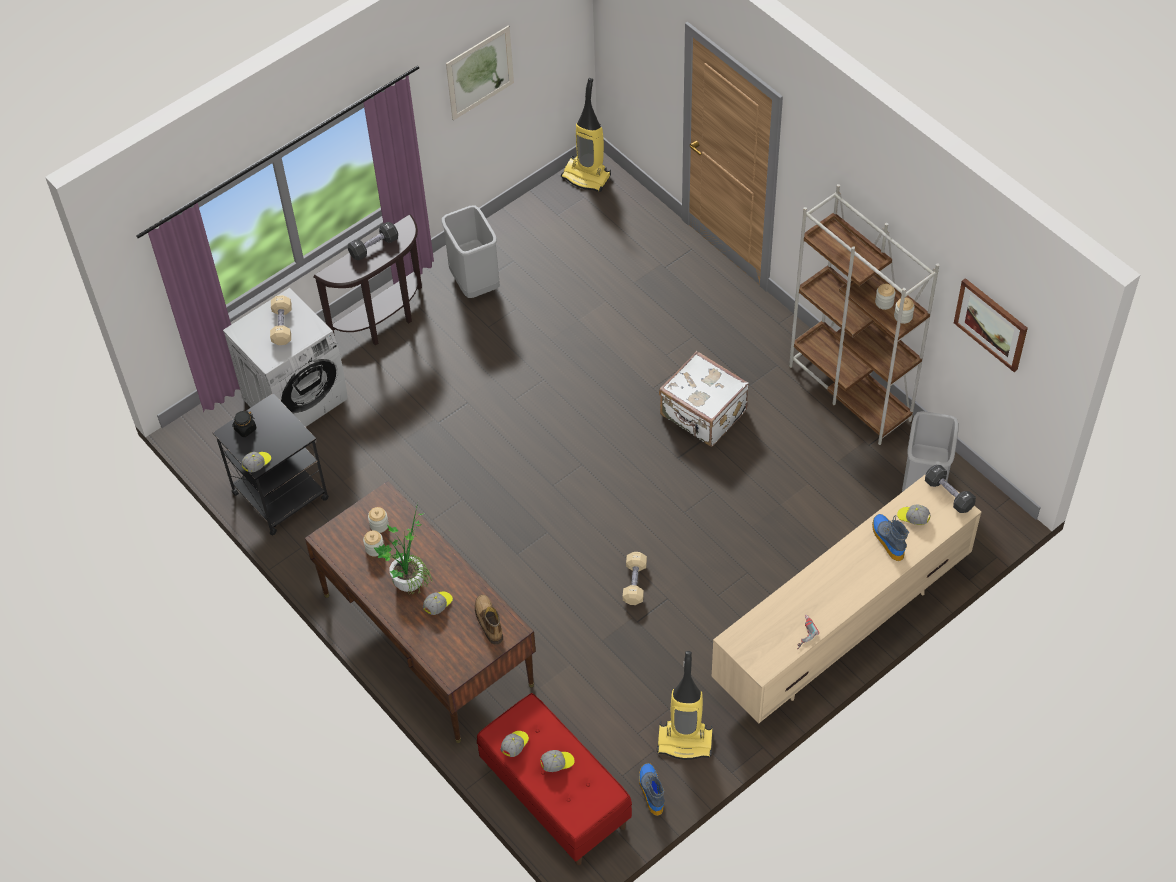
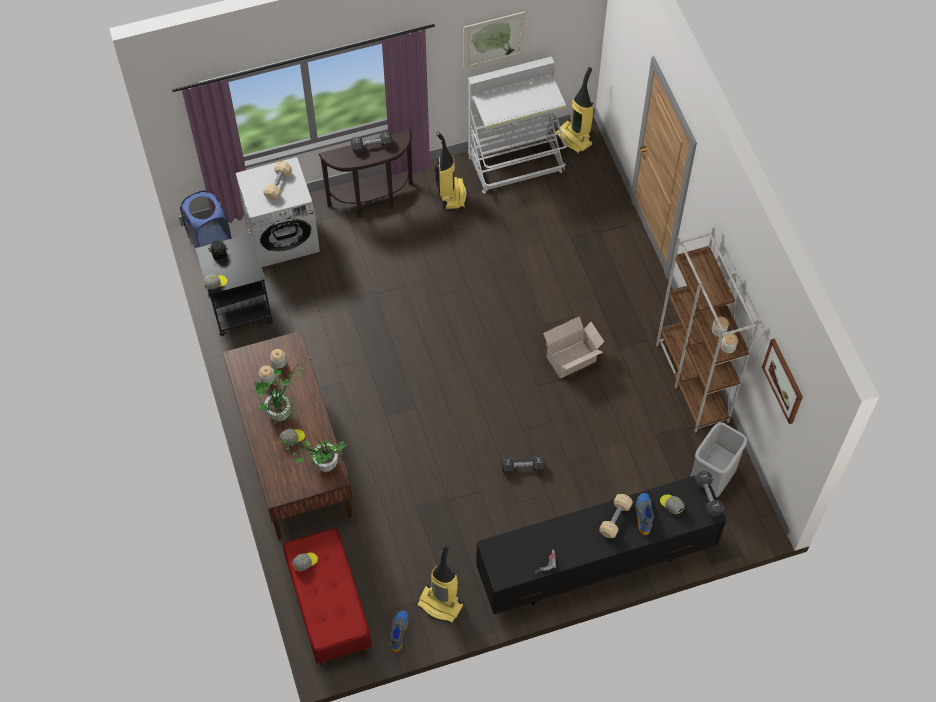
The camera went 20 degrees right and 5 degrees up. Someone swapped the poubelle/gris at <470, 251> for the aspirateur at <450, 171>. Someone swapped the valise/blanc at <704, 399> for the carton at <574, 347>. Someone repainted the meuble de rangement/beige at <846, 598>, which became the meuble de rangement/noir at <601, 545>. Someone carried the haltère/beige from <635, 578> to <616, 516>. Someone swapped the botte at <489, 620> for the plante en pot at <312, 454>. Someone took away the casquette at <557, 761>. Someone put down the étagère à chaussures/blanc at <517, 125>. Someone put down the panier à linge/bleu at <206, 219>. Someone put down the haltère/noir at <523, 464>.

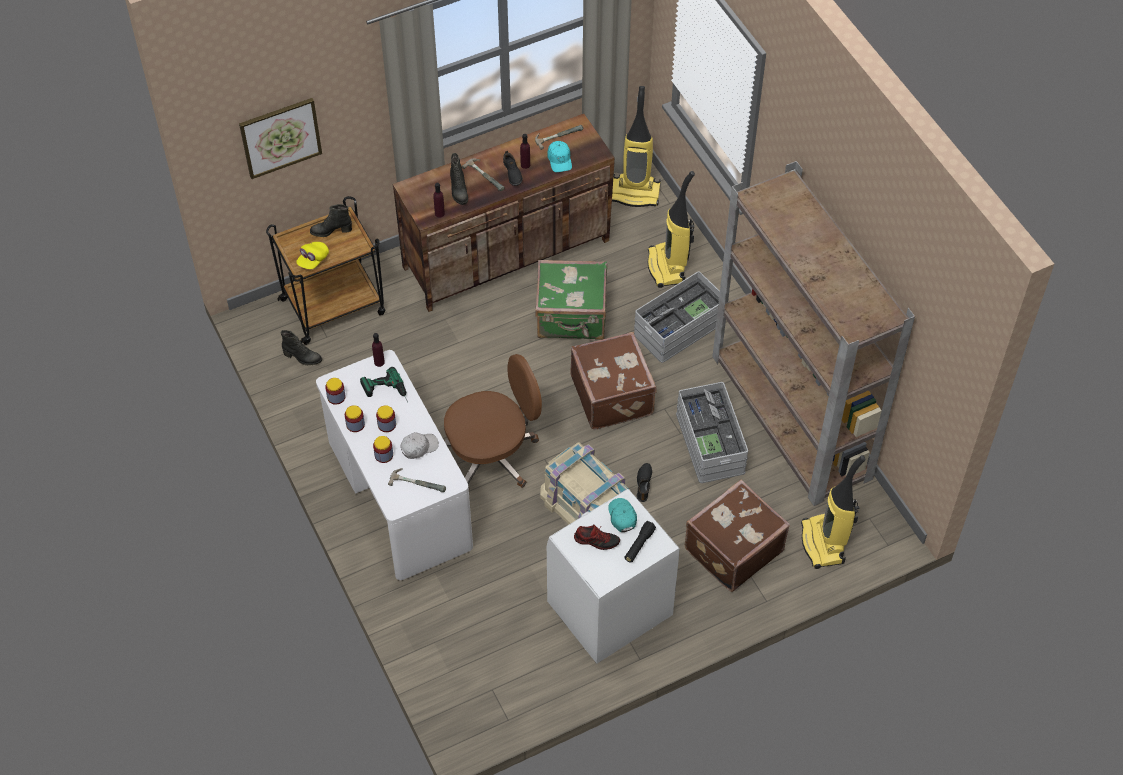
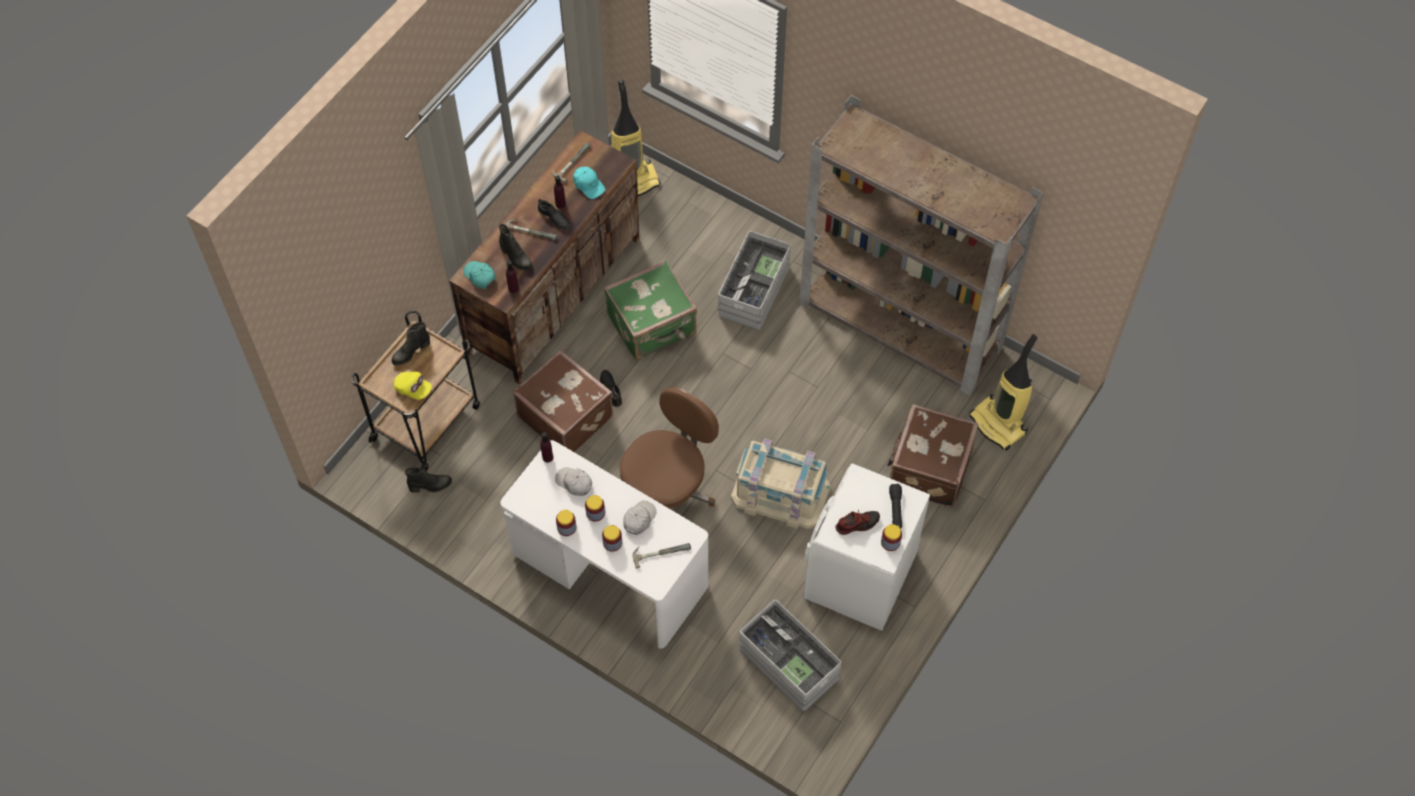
The camera went 30 degrees left and 5 degrees up. Someone took away the tableau at <280, 138>. Someone took away the aspirateur at <671, 229>. Someone rotated the casquette/jaune at <312, 255> by 60 degrees counterclockwise. Someone carried the valise/marron from <613, 381> to <563, 401>. Someone swapped the perceuse at <384, 384> for the casquette/blanc at <573, 481>. Someone carried the bocal from <335, 391> to <891, 537>. Someone carried the boîte de rangement/gris from <712, 432> to <790, 655>. Someone carried the chaussure/noir from <644, 482> to <611, 388>. Someone carried the casquette/turquoise from <622, 515> to <479, 275>.

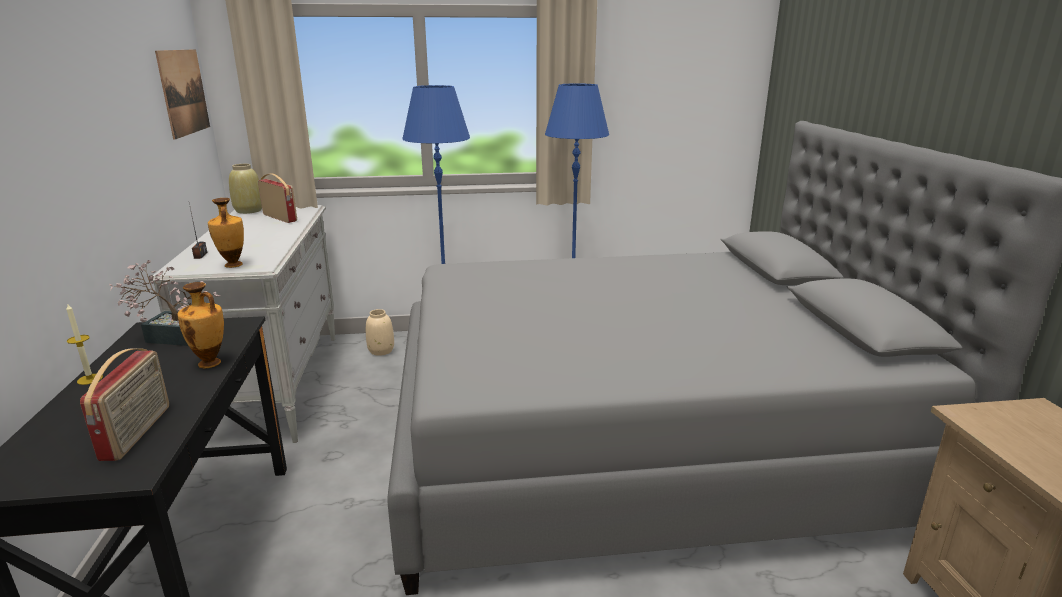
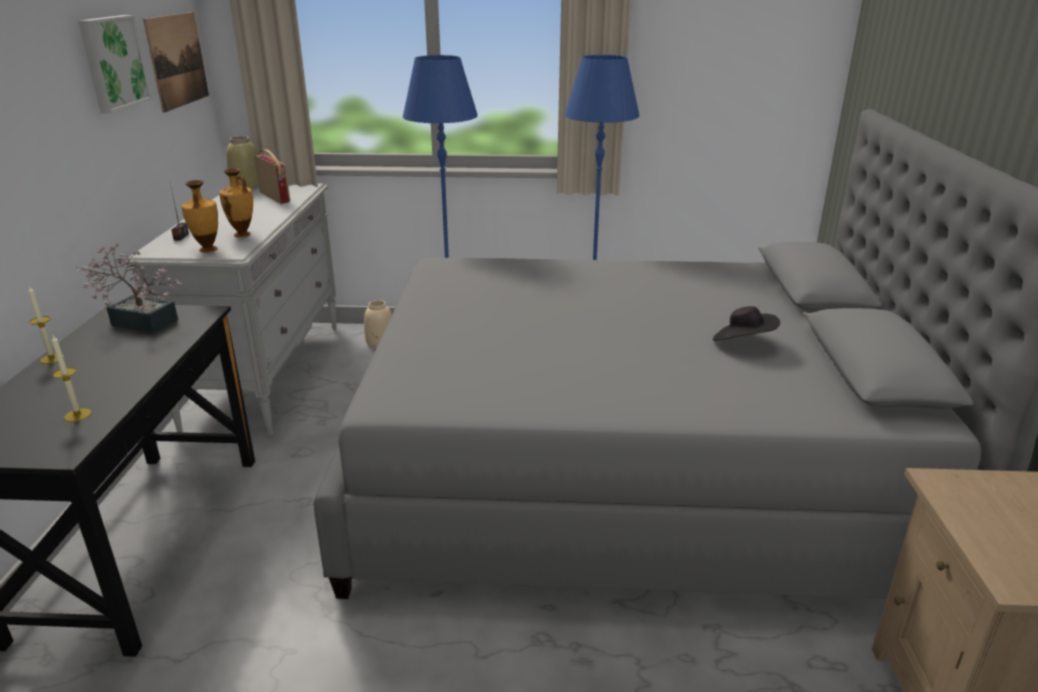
The camera went 10 degrees right and 5 degrees up. Someone carried the vase from <200, 325> to <236, 203>. Someone swapped the radio at <124, 404> for the bougie at <71, 378>. Someone put up the tableau at <115, 64>. Someone put down the chapeau/noir at <746, 323>.

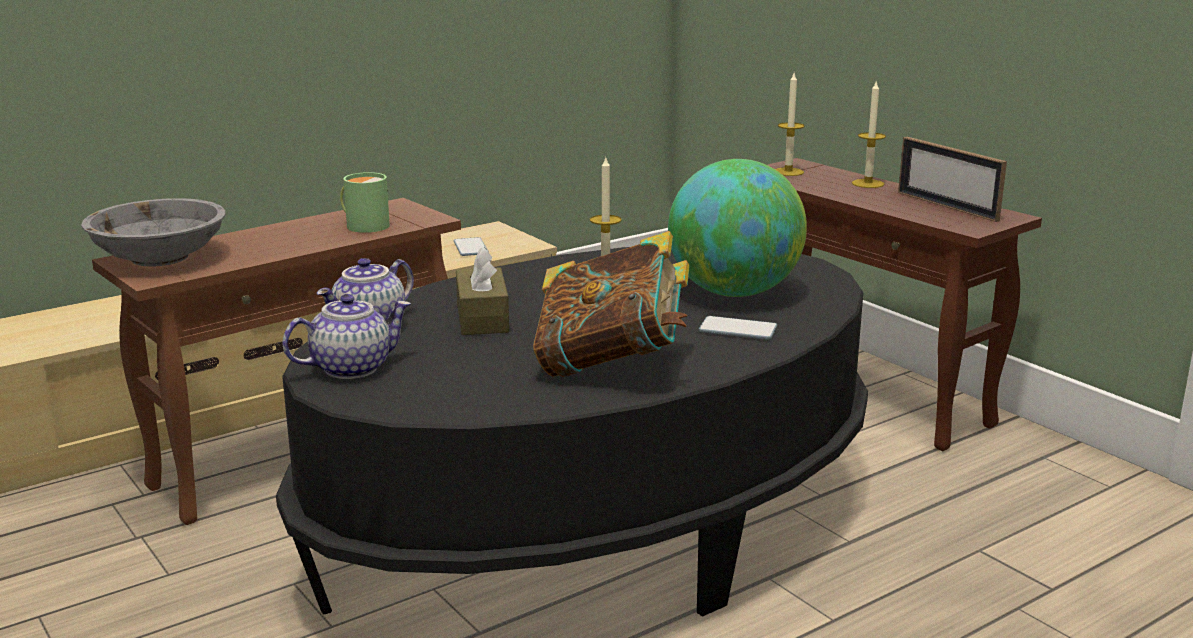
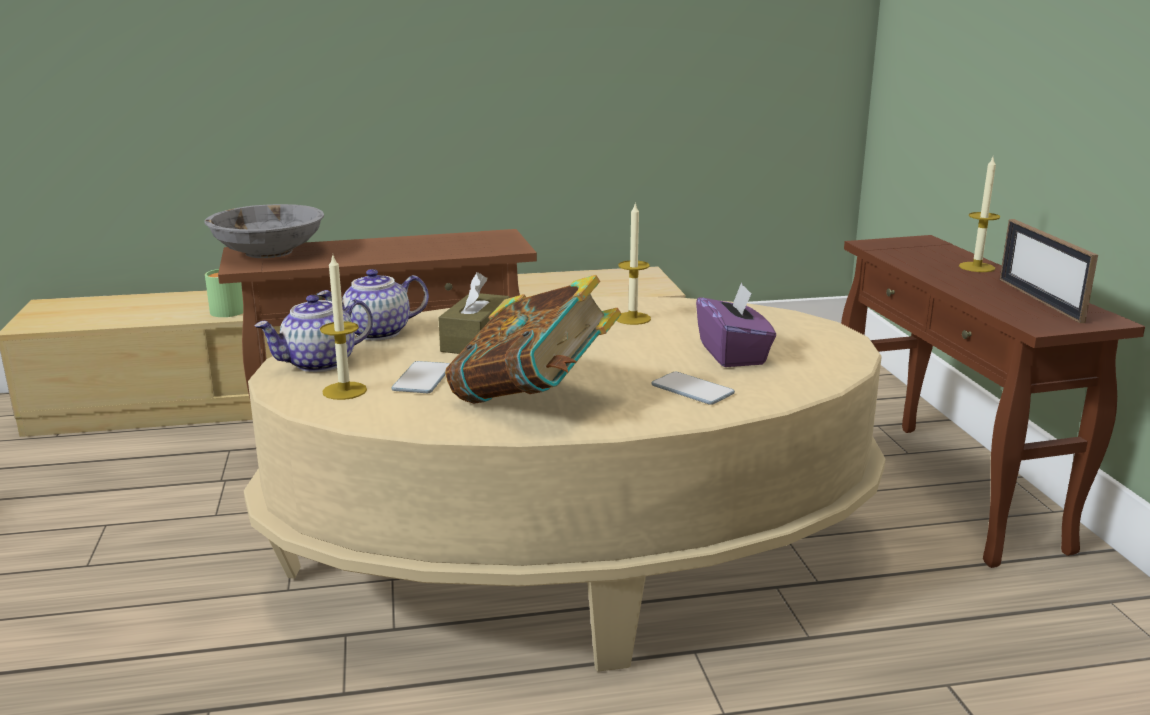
The camera went 25 degrees right and 0 degrees up. Someone carried the bougie from <790, 124> to <343, 328>. Someone swapped the globe at <737, 228> for the boîte à mouchoirs/violet at <736, 324>. Someone carried the mug/vert from <365, 202> to <224, 293>. Someone carried the téléphone from <471, 246> to <420, 377>. Someone repainted the table basse/noir at <572, 432>, which became the table basse/beige at <564, 484>. Someone rotated the théière at <346, 336> by 150 degrees clockwise.

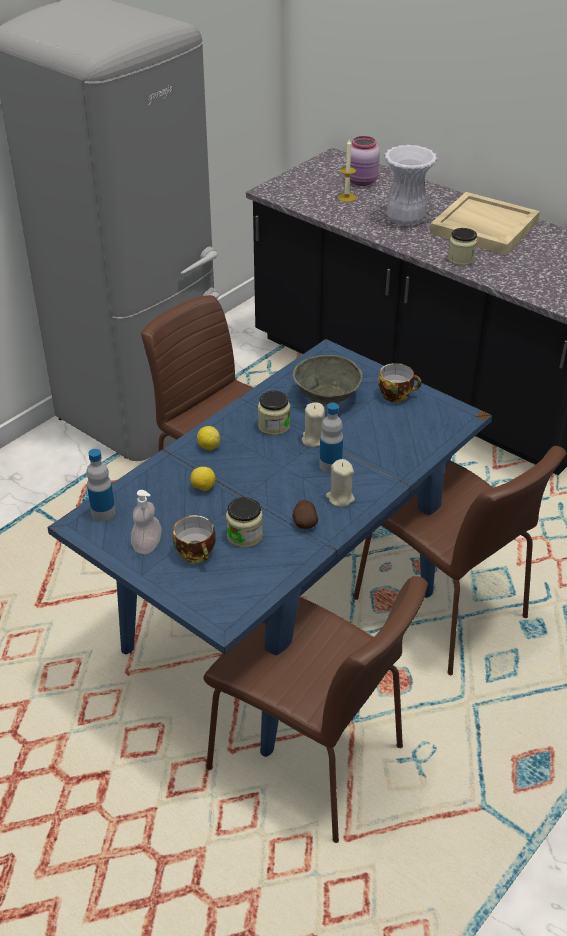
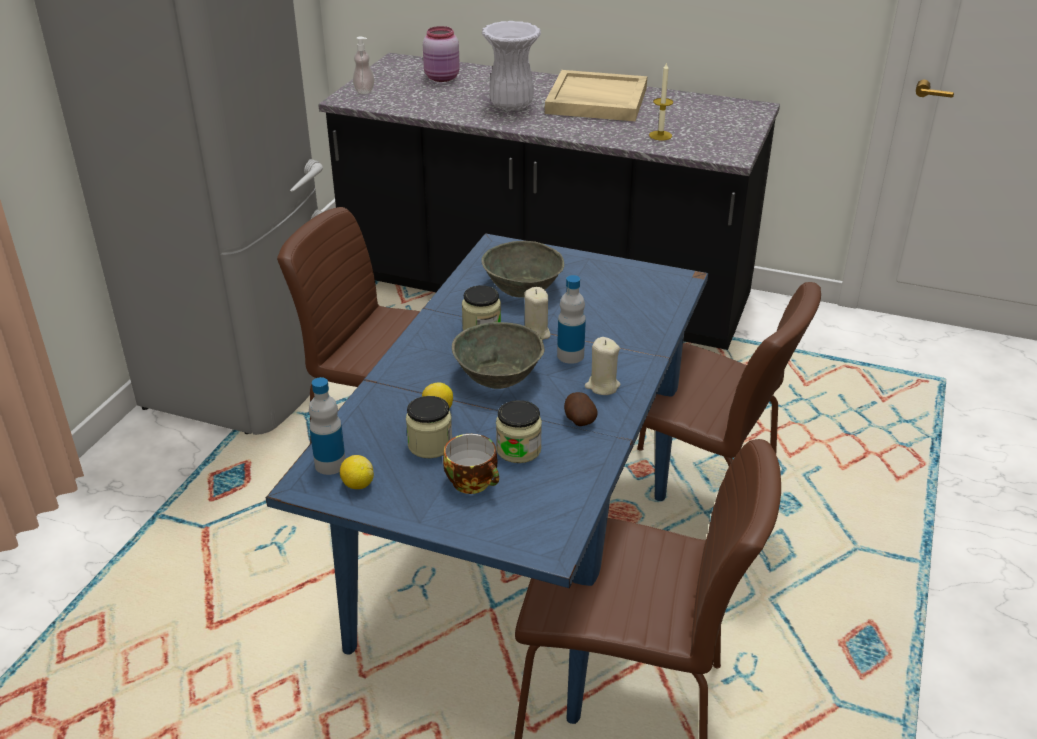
The camera went 20 degrees left and 5 degrees down. Someone carried the bougie from <347, 170> to <661, 101>. Someone carried the bocal from <462, 247> to <429, 427>. Someone took away the tasse at <400, 383>. Someone carried the citron from <208, 438> to <357, 472>. Someone carried the distributeur de savon from <146, 522> to <363, 65>. Someone put down the bol/gris at <498, 355>.

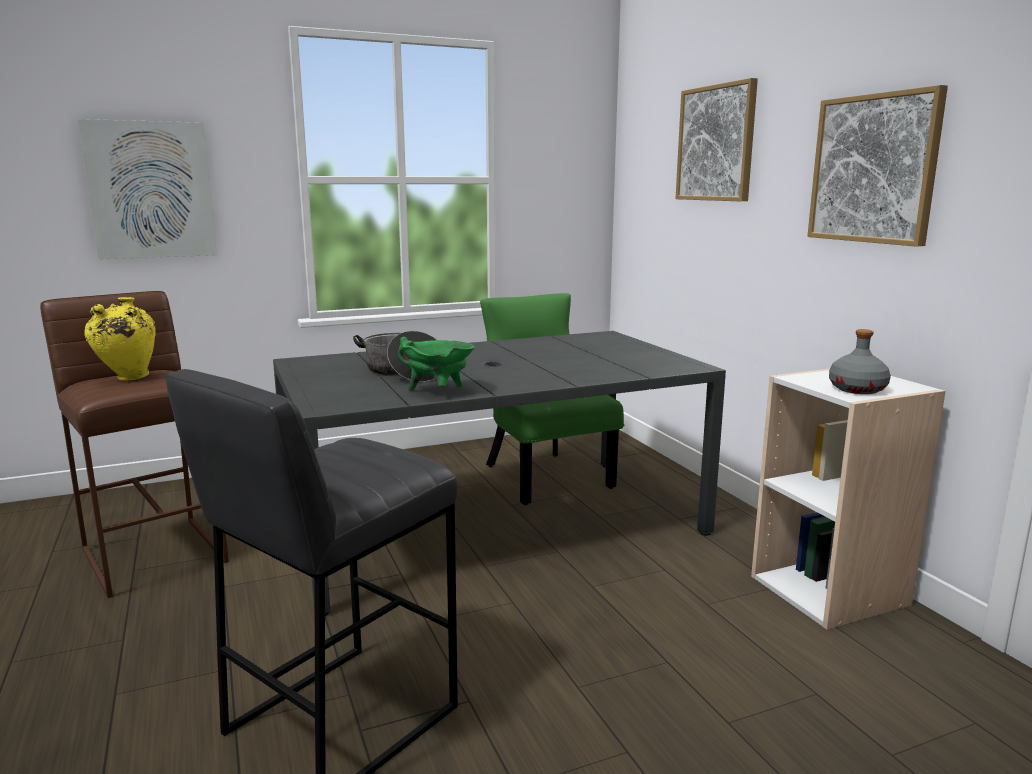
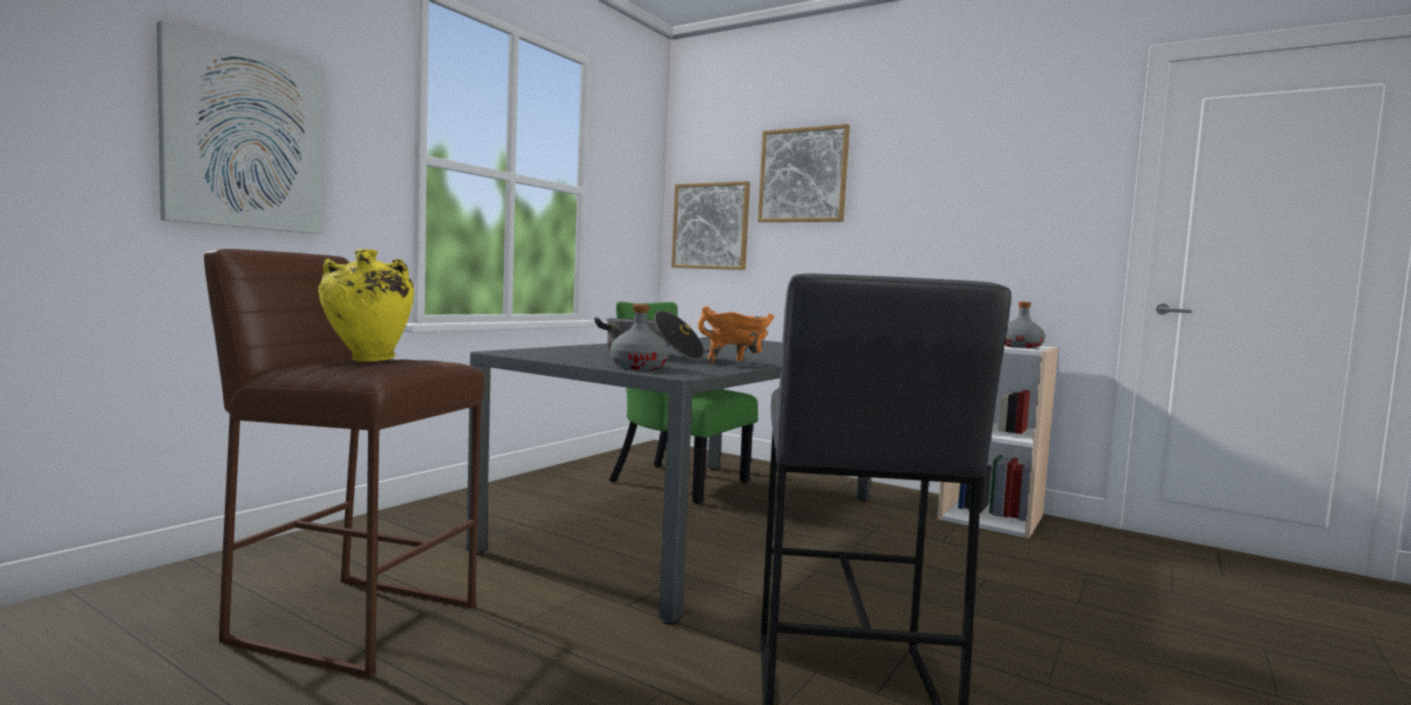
The camera went 35 degrees left and 10 degrees down. Someone carried the tableau from <877, 166> to <710, 225>. Someone repainted the marmite/vert at <436, 364>, which became the marmite/orange at <736, 335>. Someone put down the bouteille/gris at <639, 337>.

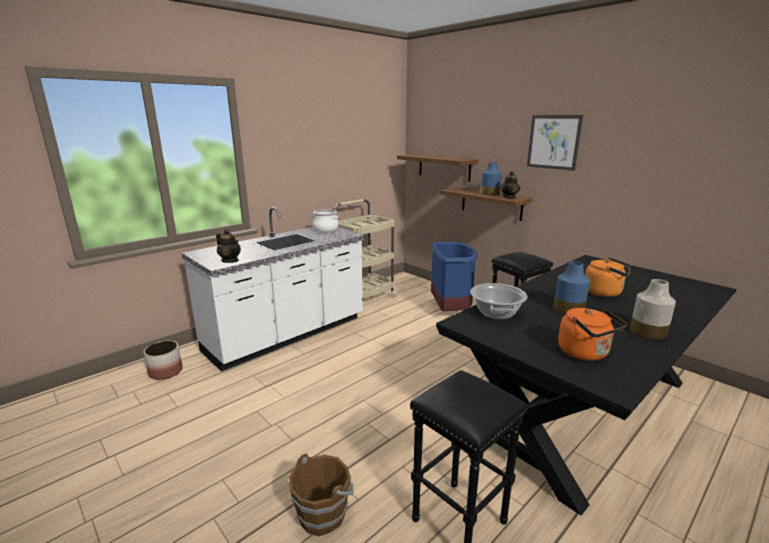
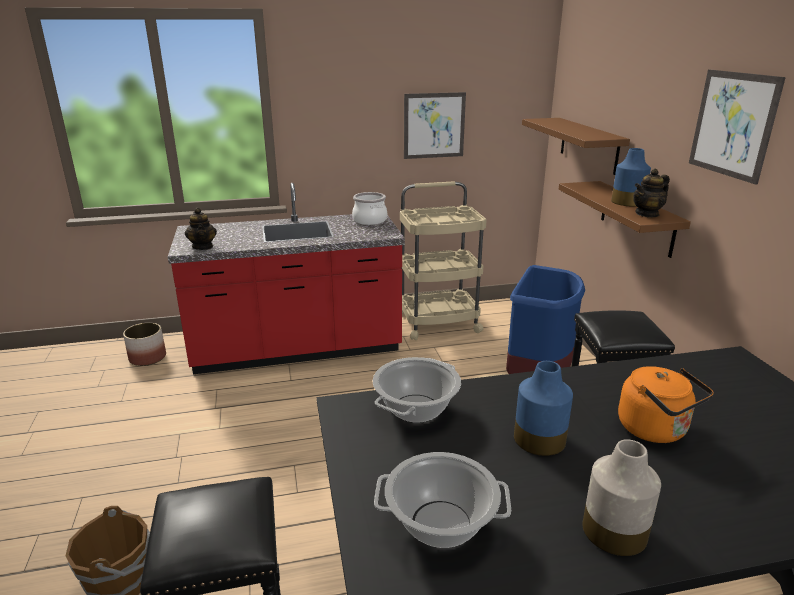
The camera went 30 degrees right and 5 degrees up. Someone repainted the comptoir de cuisine/blanc at <273, 289>, which became the comptoir de cuisine/rouge at <286, 278>. Someone swapped the bouilloire/orange at <592, 334> for the marmite at <442, 500>. Someone put up the tableau at <435, 125>.

